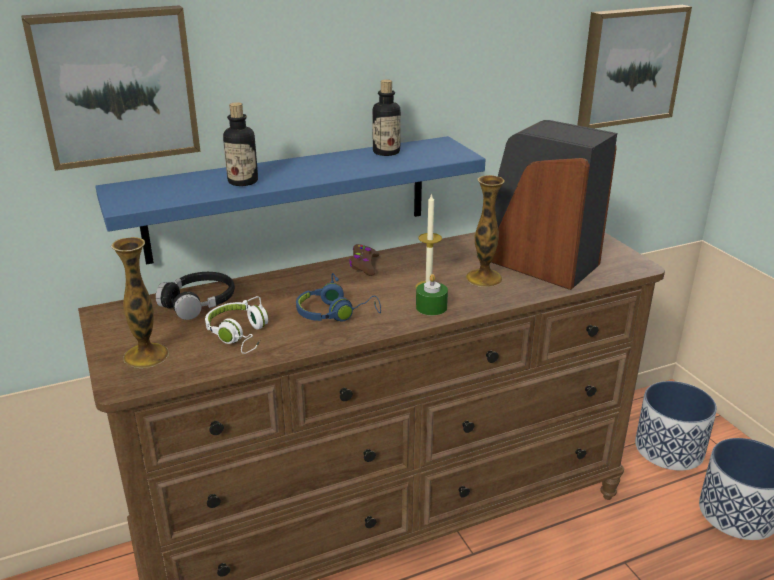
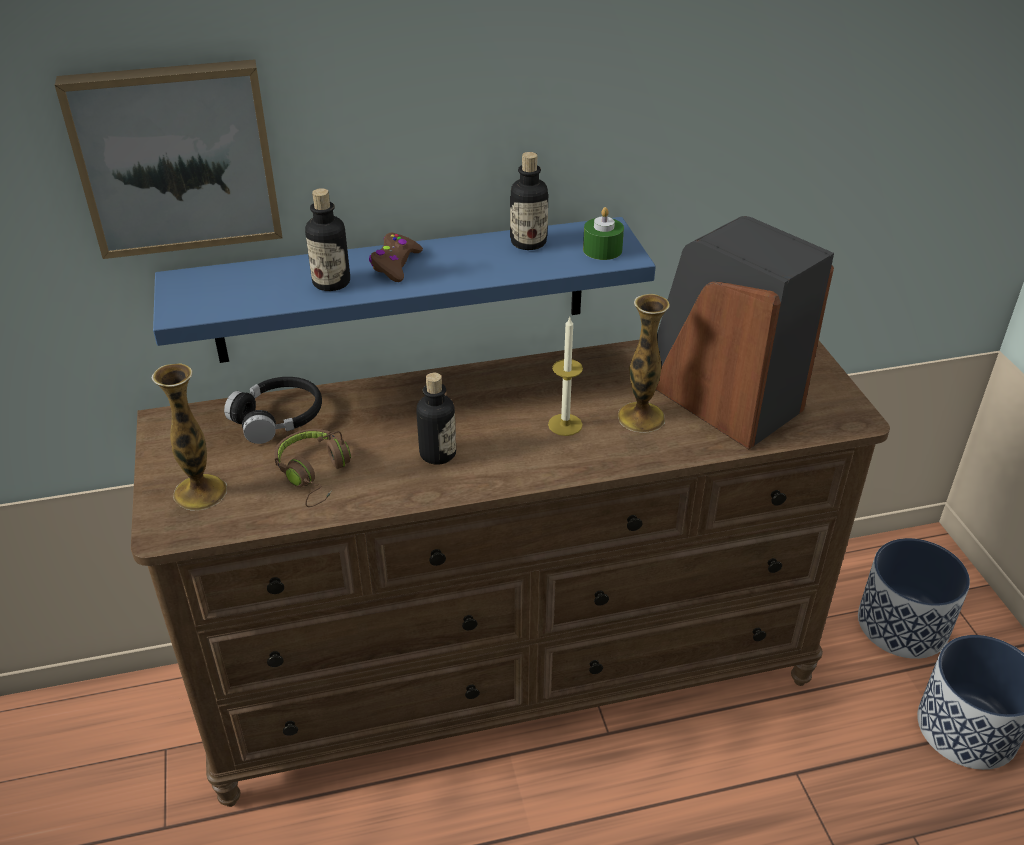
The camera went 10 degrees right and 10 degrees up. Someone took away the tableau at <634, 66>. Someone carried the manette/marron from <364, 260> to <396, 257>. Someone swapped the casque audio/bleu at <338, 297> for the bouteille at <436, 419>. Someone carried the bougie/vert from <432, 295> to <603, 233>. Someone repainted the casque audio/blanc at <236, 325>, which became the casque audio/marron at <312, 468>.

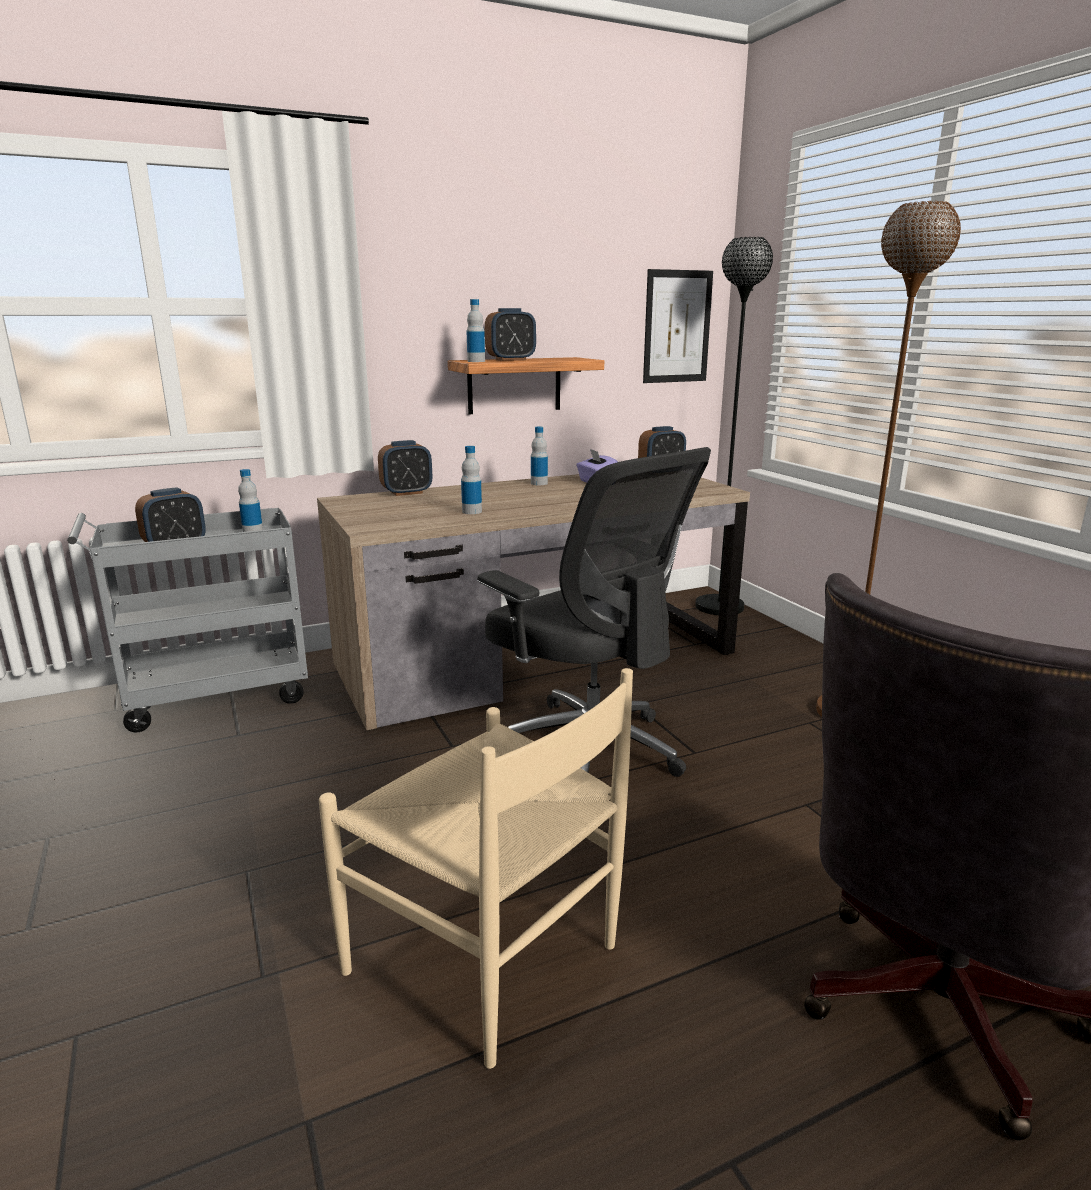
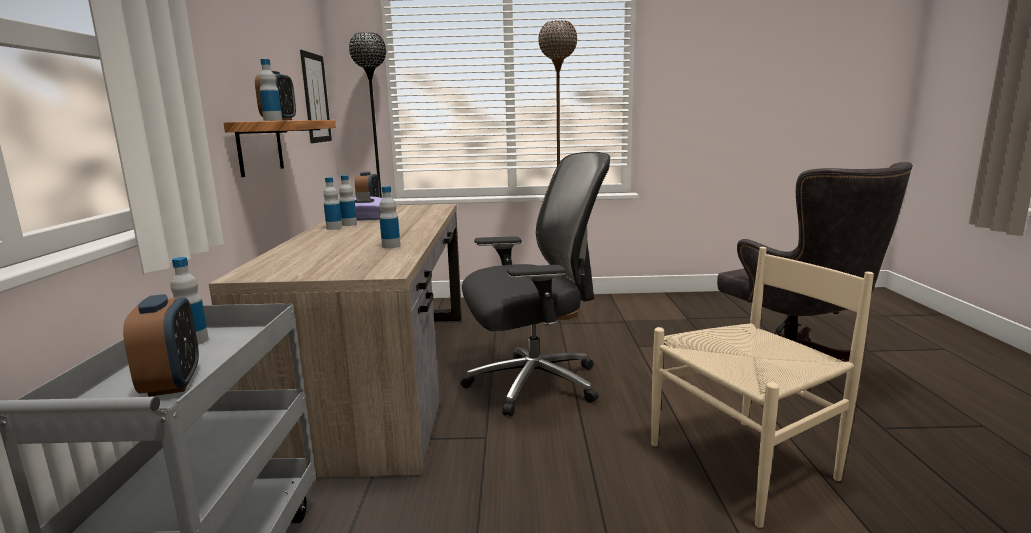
The camera went 65 degrees left and 5 degrees down. Someone took away the réveil at <405, 468>. Someone put down the bouteille at <348, 200>.

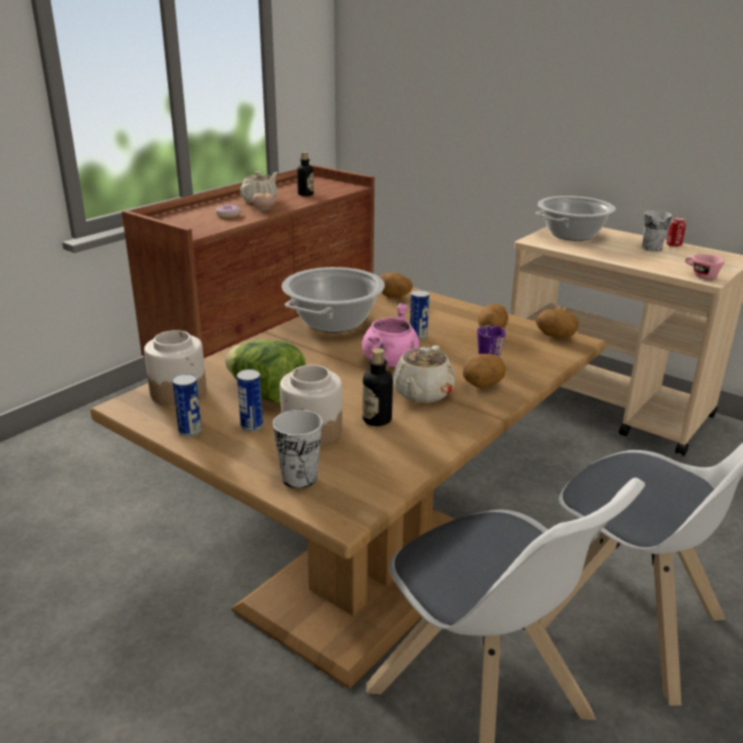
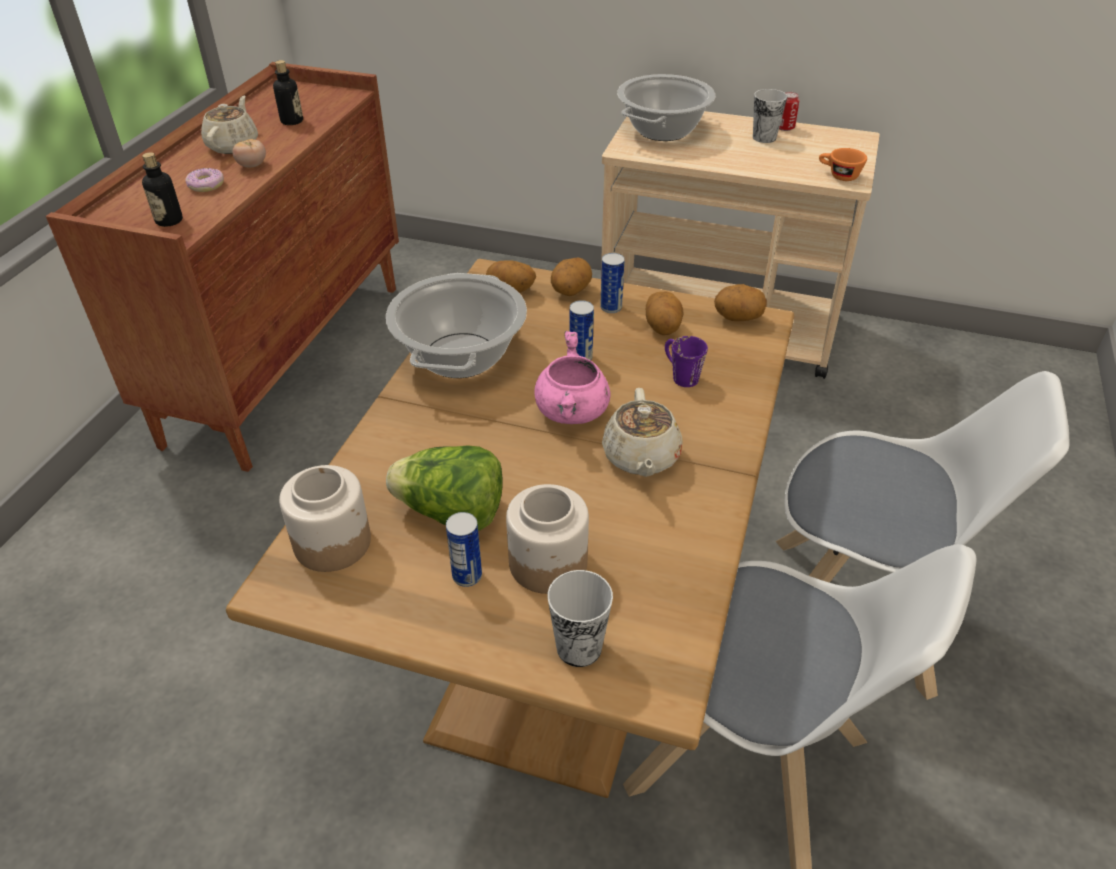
The camera went 20 degrees left and 15 degrees up. Someone repainted the tasse/rose at <705, 266>, which became the tasse/orange at <843, 164>. Someone carried the bouteille from <377, 387> to <162, 189>. Someone carried the pomme de terre from <484, 371> to <571, 277>. Someone carried the boîte métallique from <187, 405> to <612, 283>.

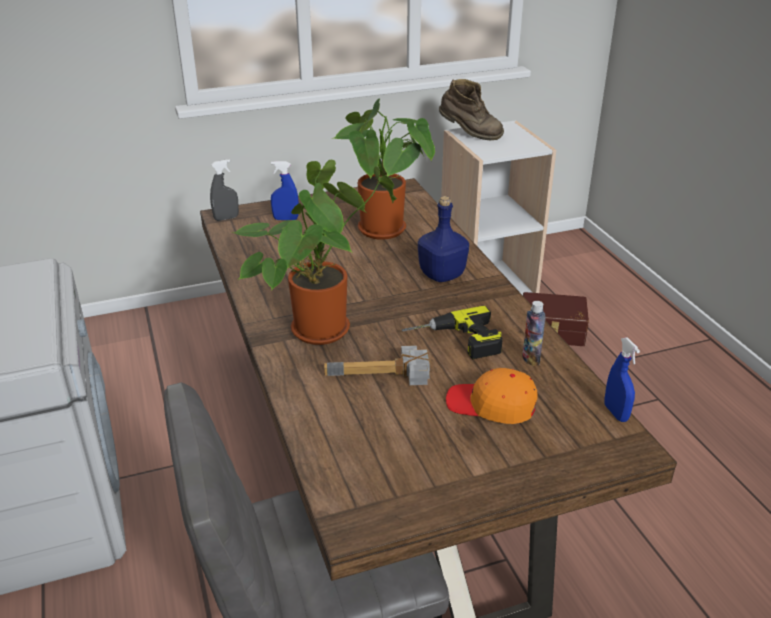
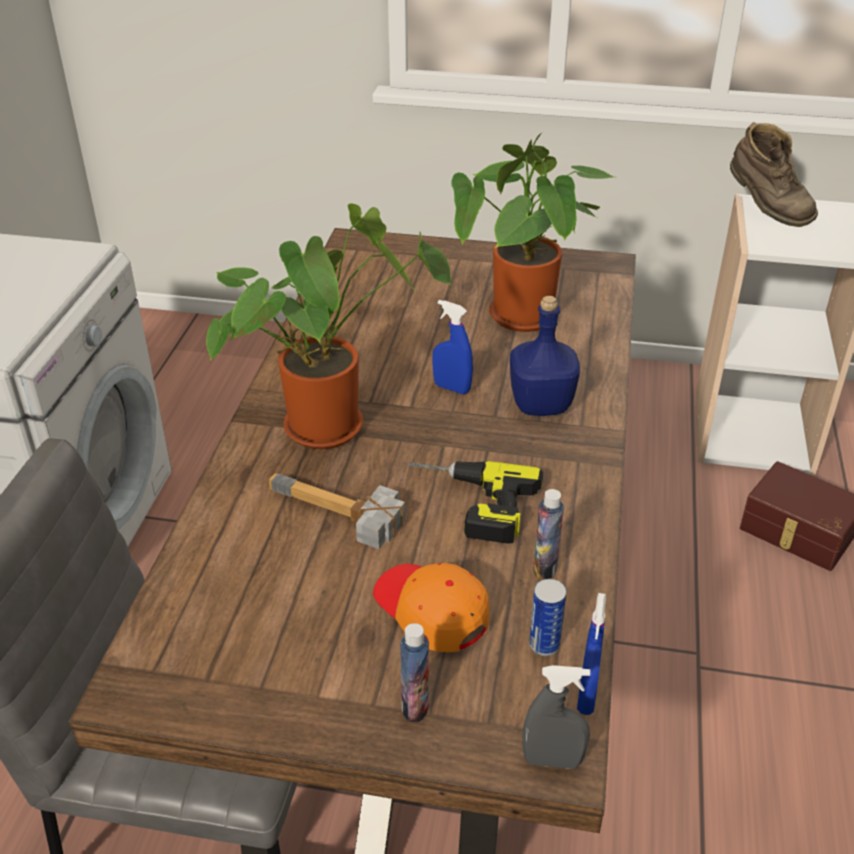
The camera went 30 degrees right and 5 degrees up. Someone carried the vaporisateur/gris from <224, 190> to <556, 717>. Someone carried the vaporisateur/bleu from <285, 190> to <452, 347>. Someone put down the boîte métallique at <547, 617>. Someone put down the bouteille at <414, 672>.

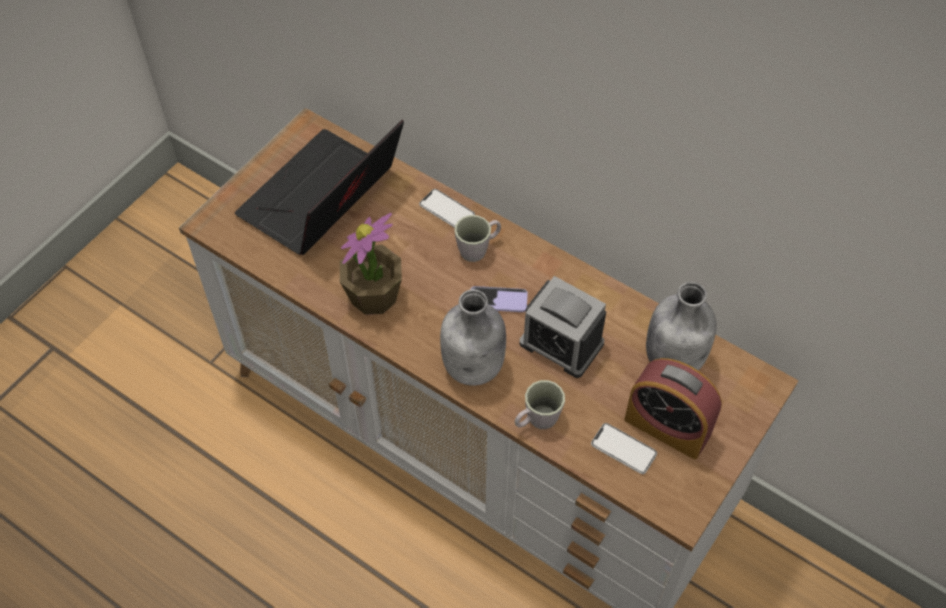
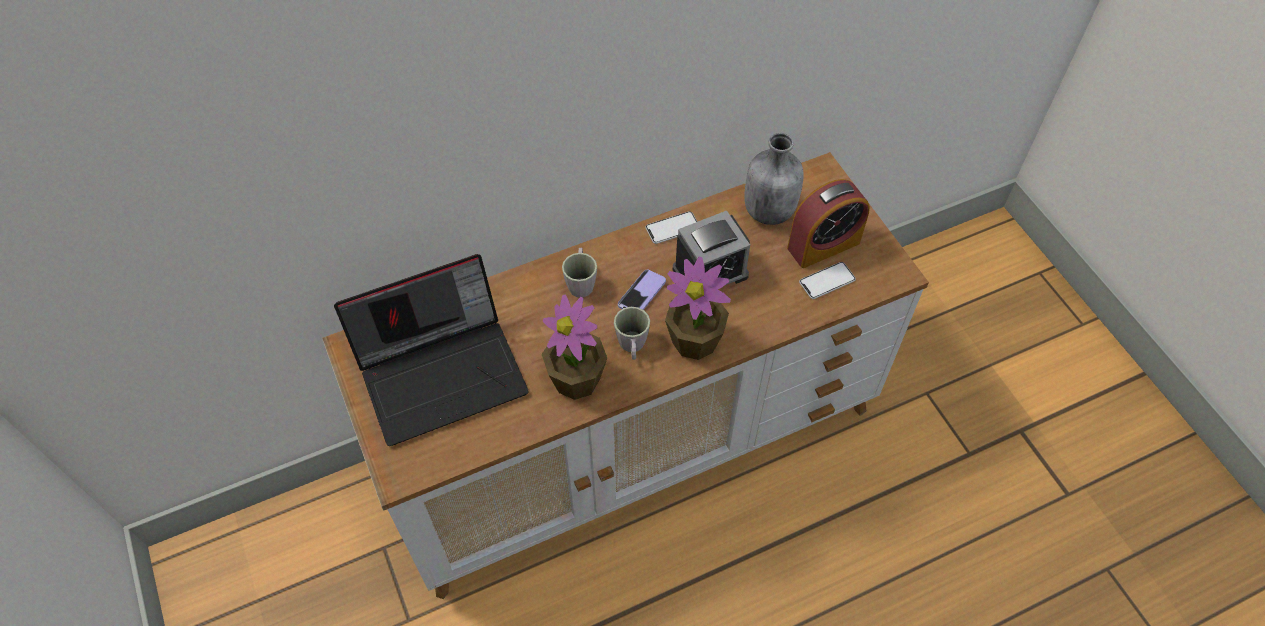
The camera went 60 degrees left and 0 degrees up. Someone rotated the ordinateur portable at <319, 187> by 90 degrees counterclockwise. Someone carried the téléphone from <447, 208> to <671, 227>. Someone swapped the bouteille/gris at <473, 337> for the plante en pot at <698, 308>. Someone carried the mug/gris from <540, 404> to <632, 333>.

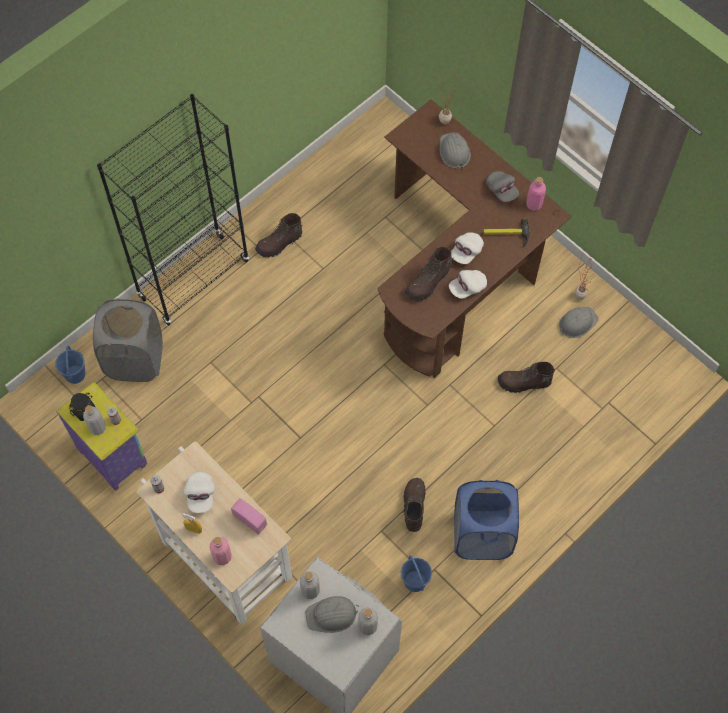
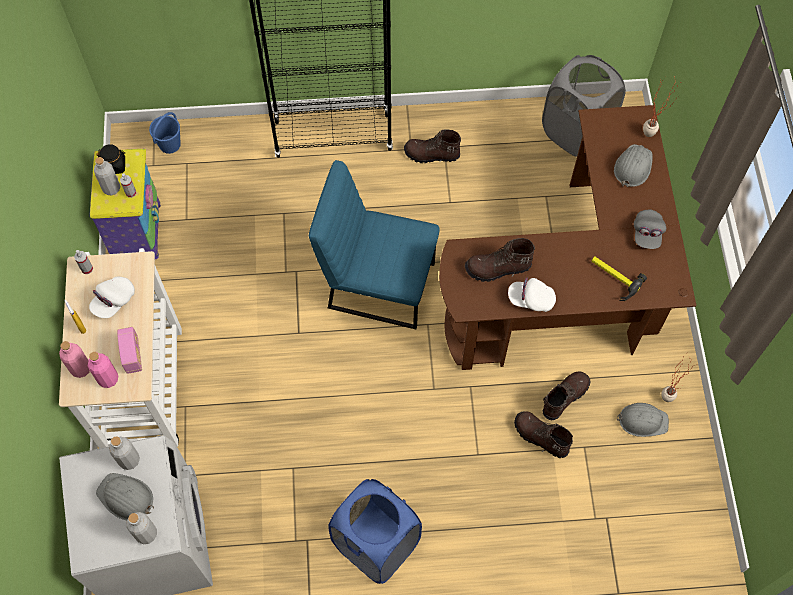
The camera went 40 degrees right and 0 degrees up. Someone carried the bouteille/rose from <536, 194> to <103, 370>. Someone took away the casquette/blanc at <467, 248>. Someone carried the panier à linge/gris from <128, 340> to <584, 106>. Someone carried the botte/marron from <413, 505> to <567, 395>. Someone took away the seau/bleu at <416, 574>. Someone put down the chaise/bleu at <374, 244>.

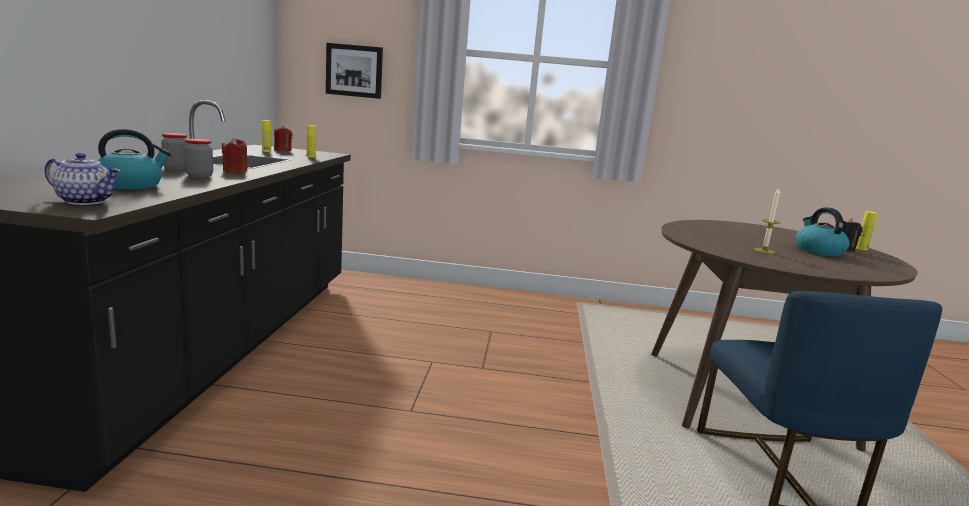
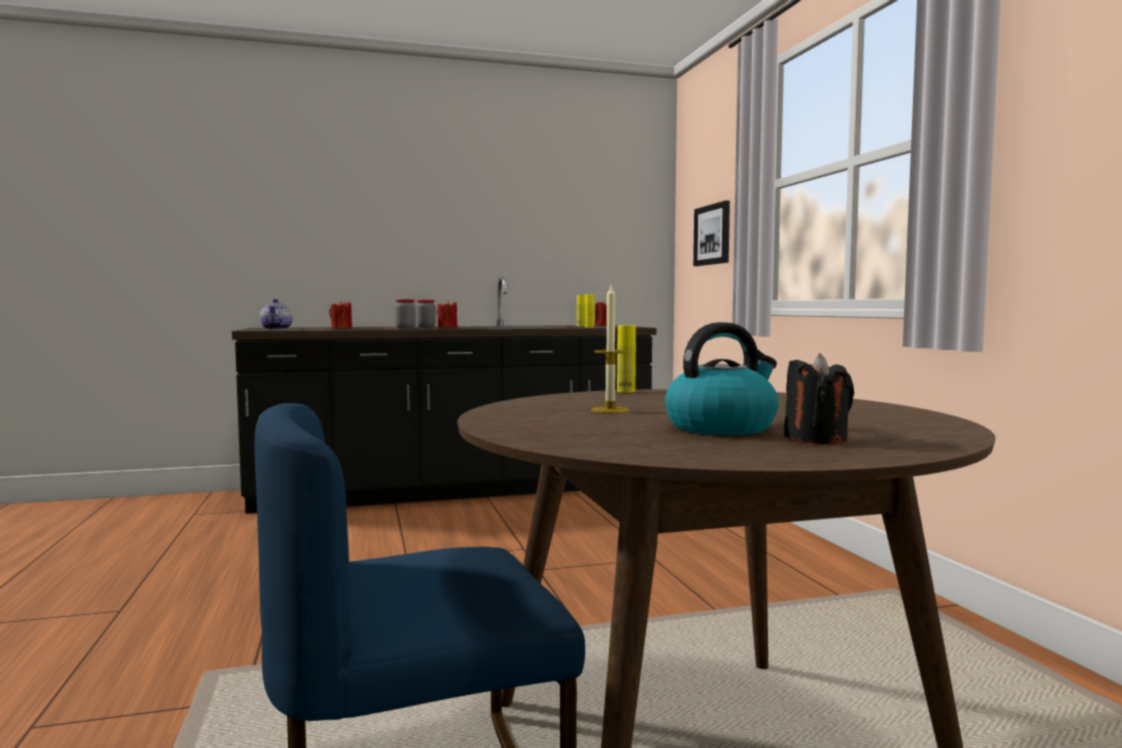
The camera went 70 degrees right and 10 degrees down. Someone swapped the bouilloire at <134, 159> for the bougie/rouge at <340, 314>. Someone carried the bouteille/jaune from <867, 231> to <626, 359>.

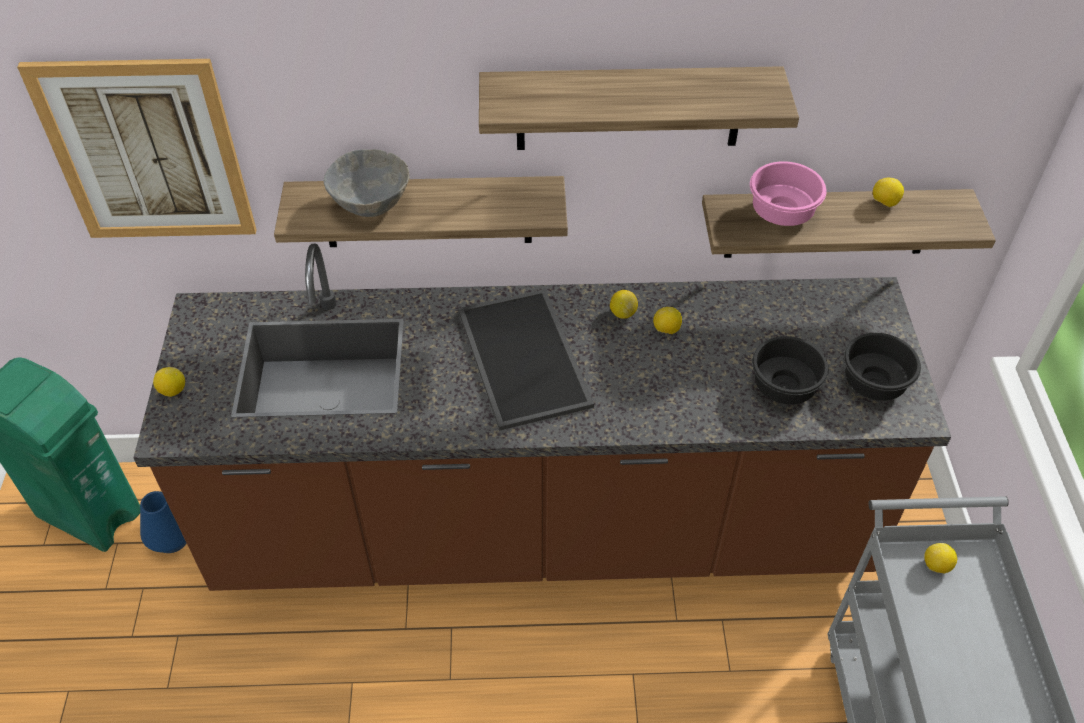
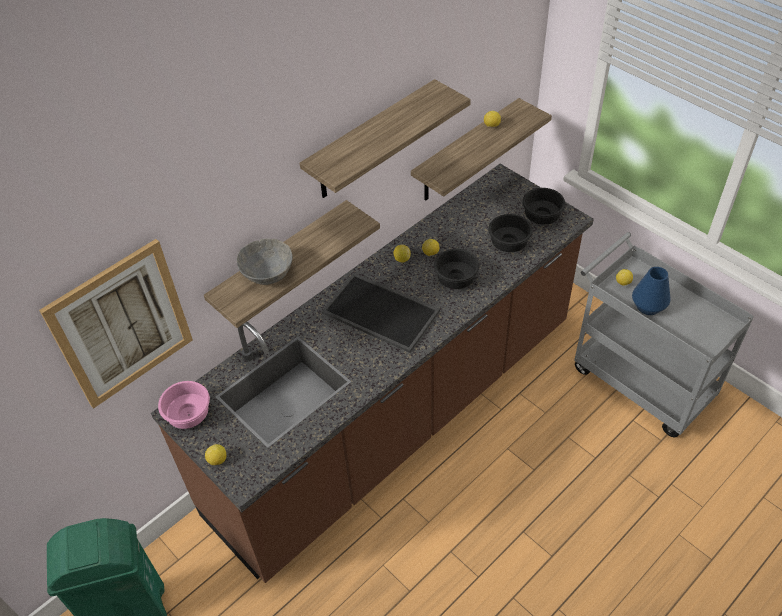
The camera went 40 degrees left and 0 degrees up. Someone carried the bol/rose from <788, 193> to <184, 405>. Someone carried the vase/bleu from <163, 522> to <651, 291>. Someone put down the bol/noir at <456, 269>.

